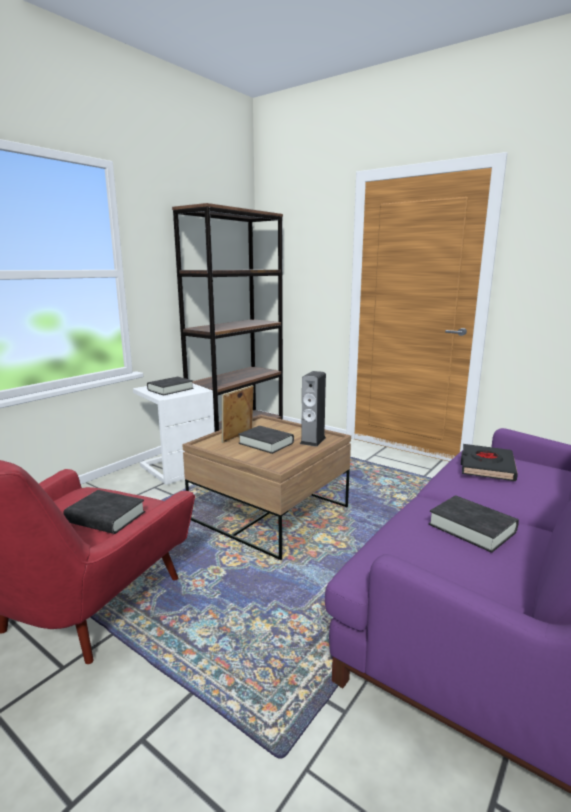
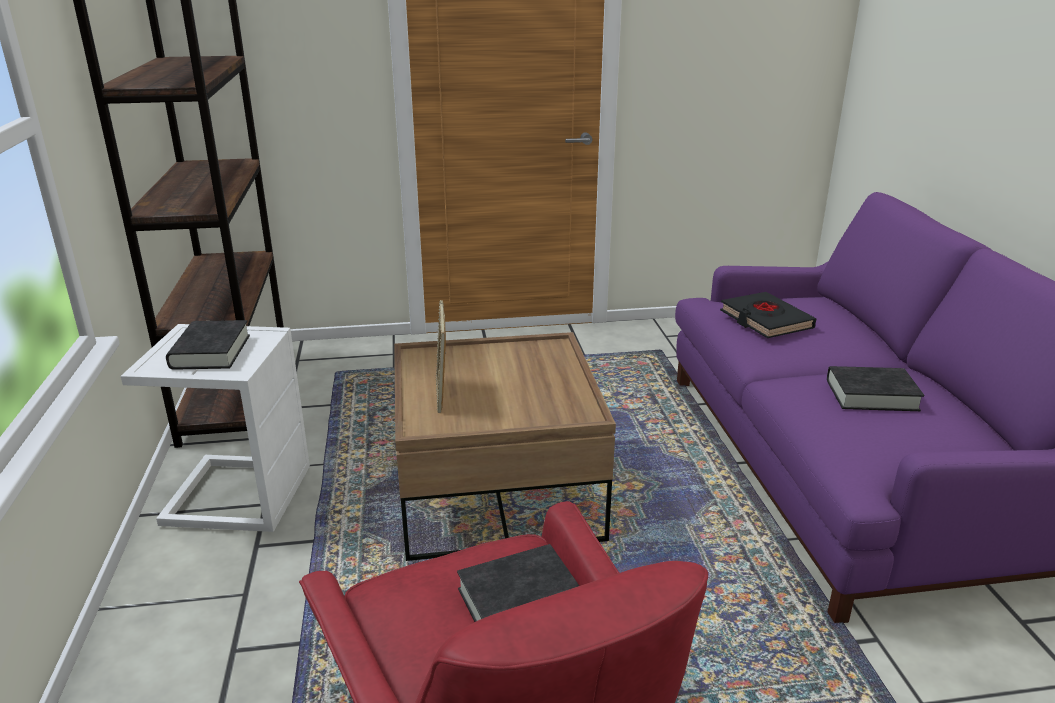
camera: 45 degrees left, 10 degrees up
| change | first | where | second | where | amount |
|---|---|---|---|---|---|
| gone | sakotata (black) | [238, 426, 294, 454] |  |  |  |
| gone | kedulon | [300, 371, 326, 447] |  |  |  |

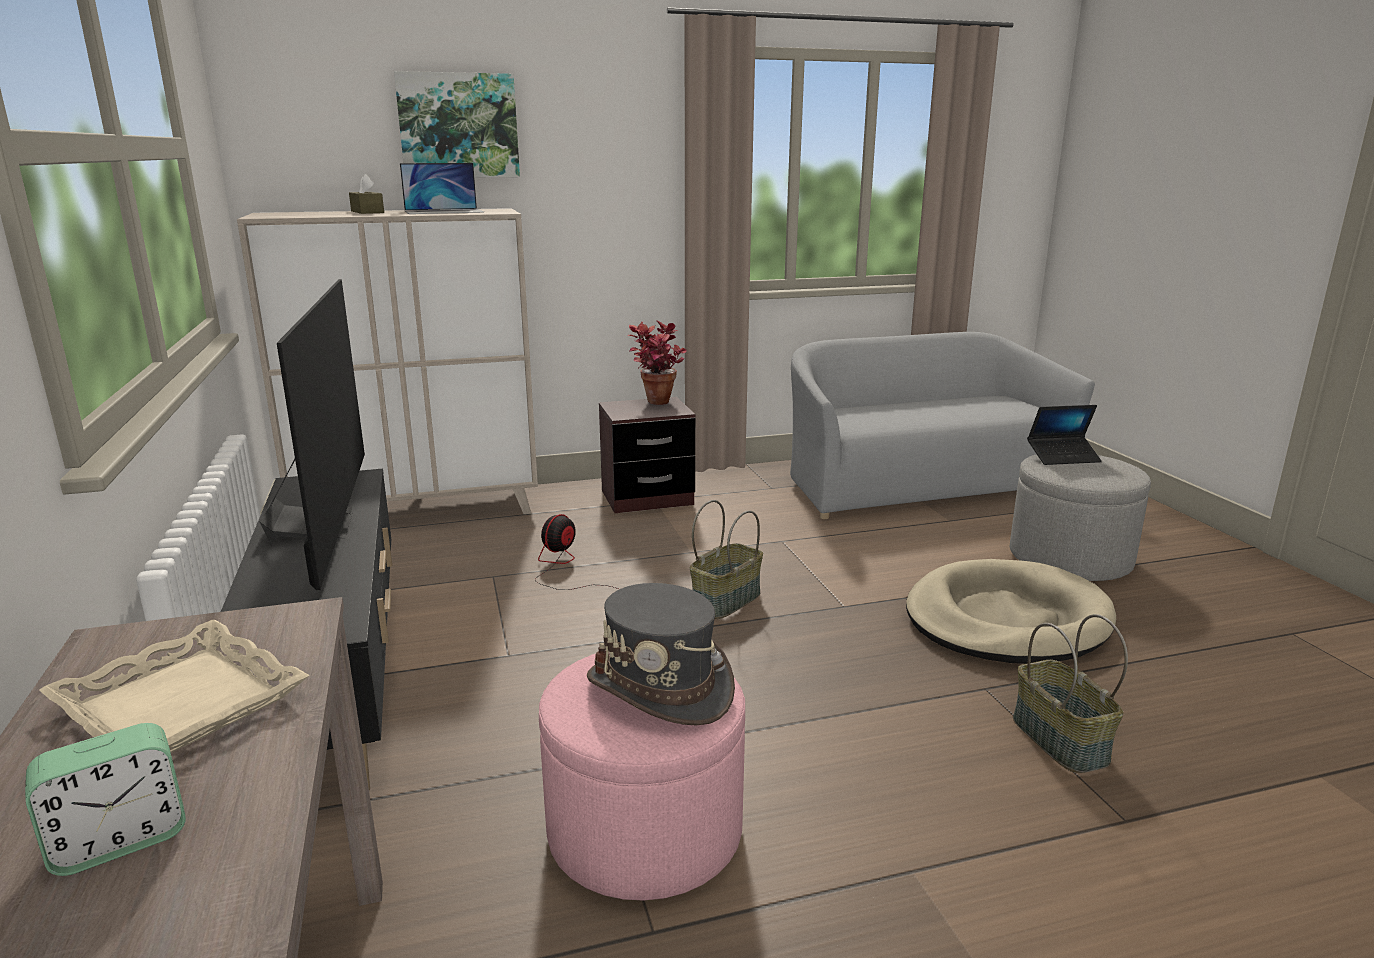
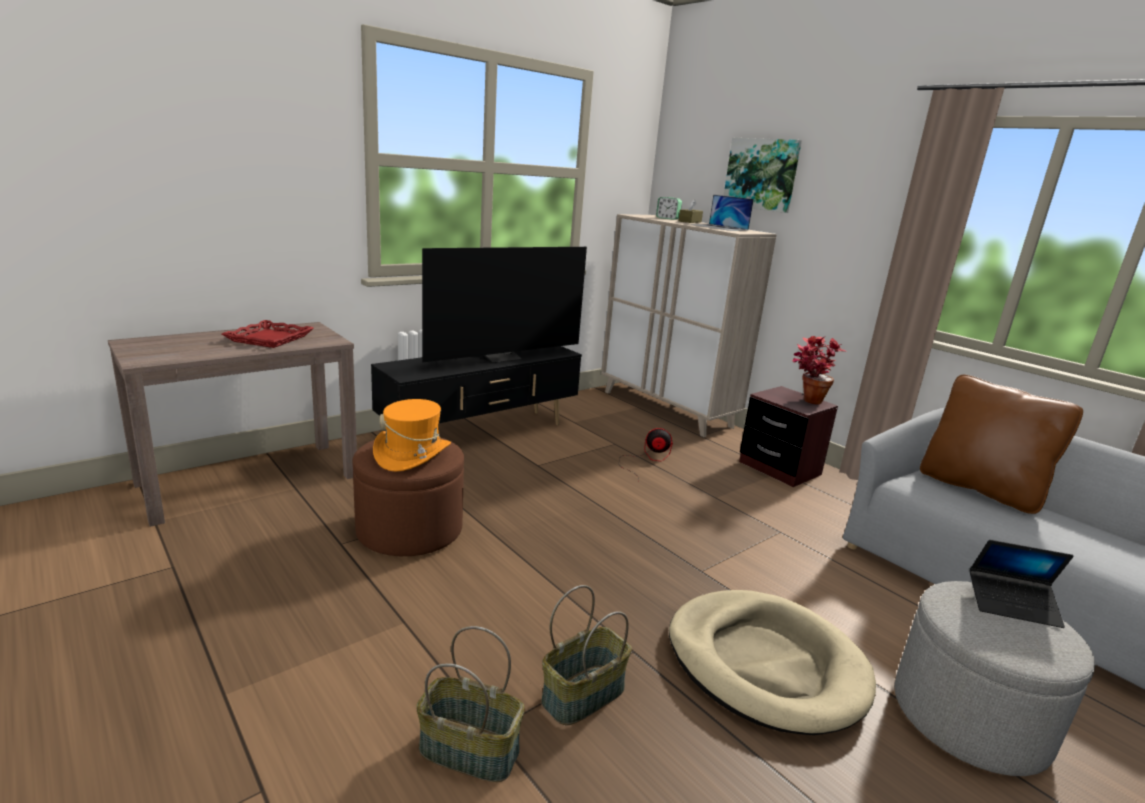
camera: 65 degrees right, 0 degrees up
| change | first | where | second | where | amount |
|---|---|---|---|---|---|
| repainted | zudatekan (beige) | [39, 620, 310, 753] | zudatekan (red) | [222, 320, 314, 348] |  |
| repainted | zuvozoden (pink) | [539, 654, 745, 901] | zuvozoden (brown) | [353, 438, 464, 556] |  |
| repainted | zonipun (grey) | [587, 583, 735, 726] | zonipun (orange) | [373, 399, 451, 472] |  |
| shifted | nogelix | [690, 500, 763, 619] |  | [416, 626, 525, 782] |  |
| shifted | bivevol | [25, 723, 186, 876] |  | [656, 197, 682, 220] |  |
| new |  |  | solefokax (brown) | [920, 375, 1083, 514] |  |
| rotated | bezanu | [1027, 405, 1102, 465] |  | [969, 540, 1074, 628] | 45 degrees counterclockwise |

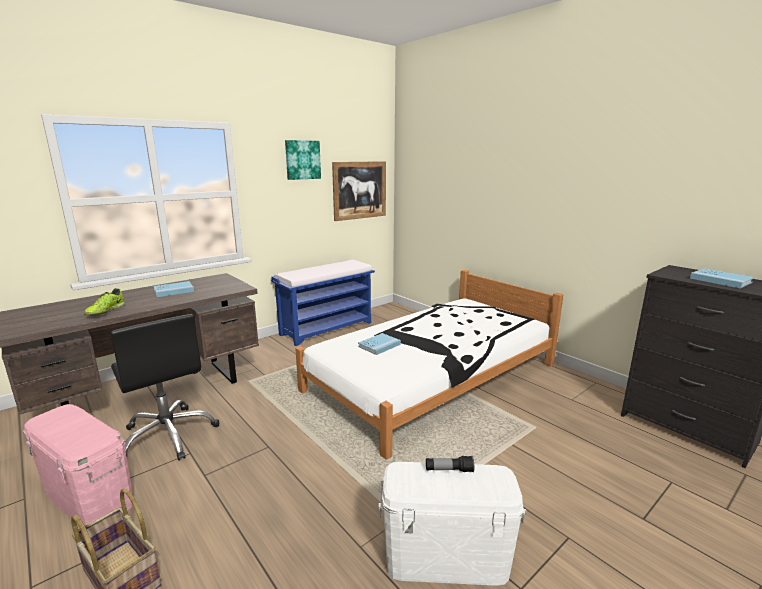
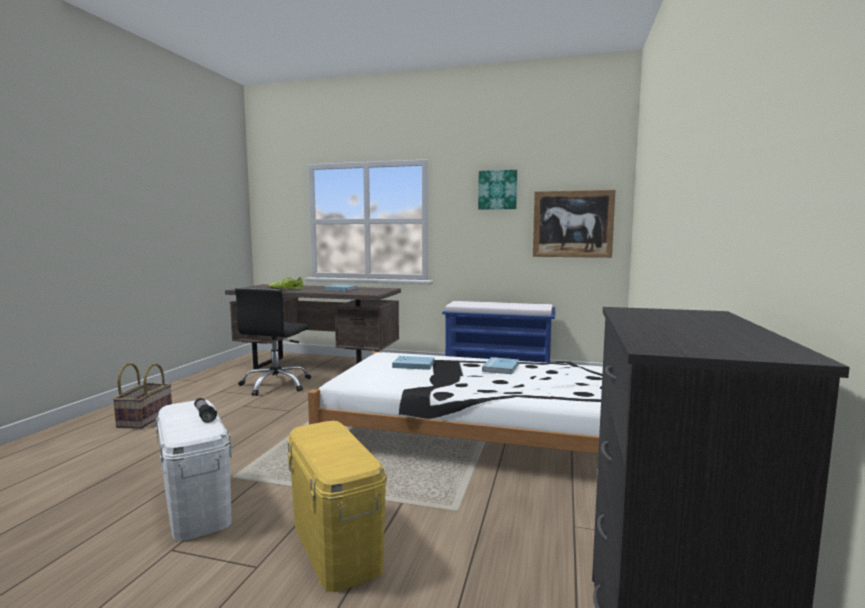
camera: 55 degrees right, 10 degrees down
| change | first | where | second | where | amount |
|---|---|---|---|---|---|
| new |  |  | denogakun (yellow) | [288, 421, 387, 592] |  |
| shifted | sakotata (blue) | [690, 268, 754, 289] |  | [482, 357, 519, 374] |  |
| gone | denogakun (pink) | [23, 404, 133, 526] |  |  |  |

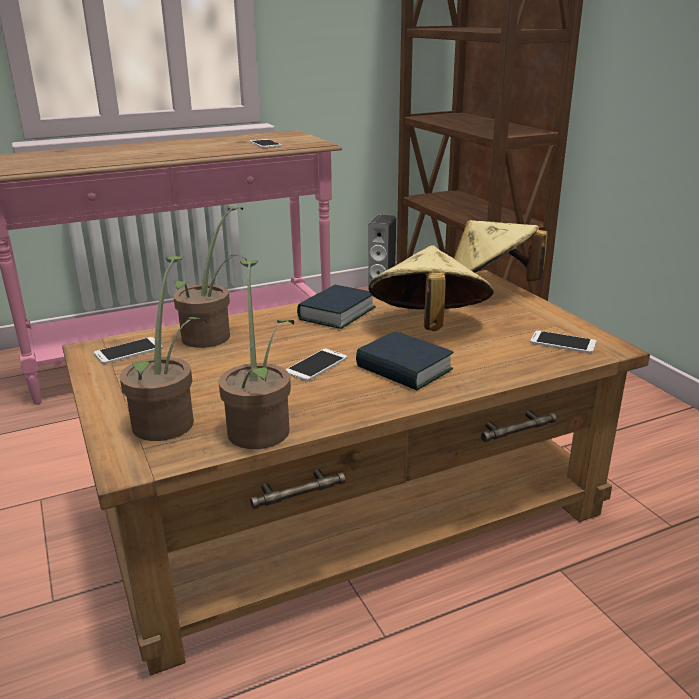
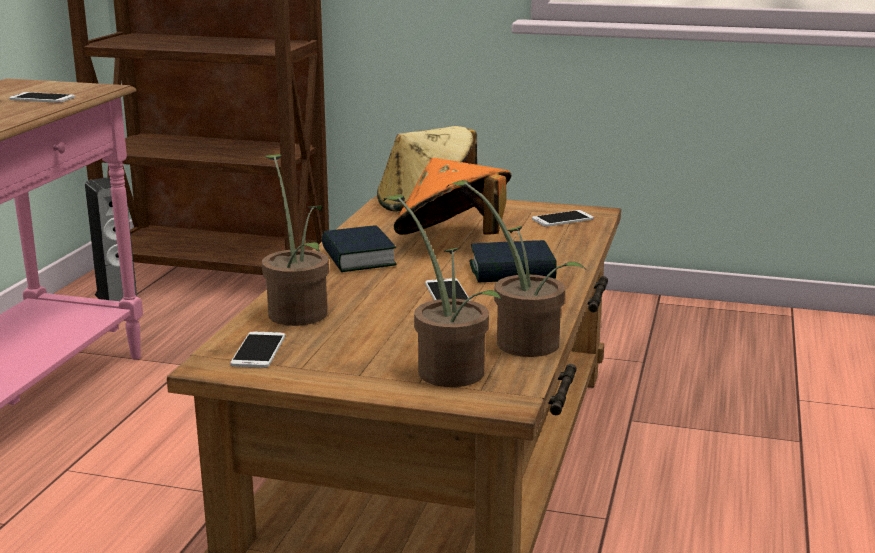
camera: 50 degrees left, 5 degrees down
| change | first | where | second | where | amount |
|---|---|---|---|---|---|
| repainted | zonipun (beige) | [369, 245, 494, 331] | zonipun (orange) | [394, 158, 512, 235] |  |

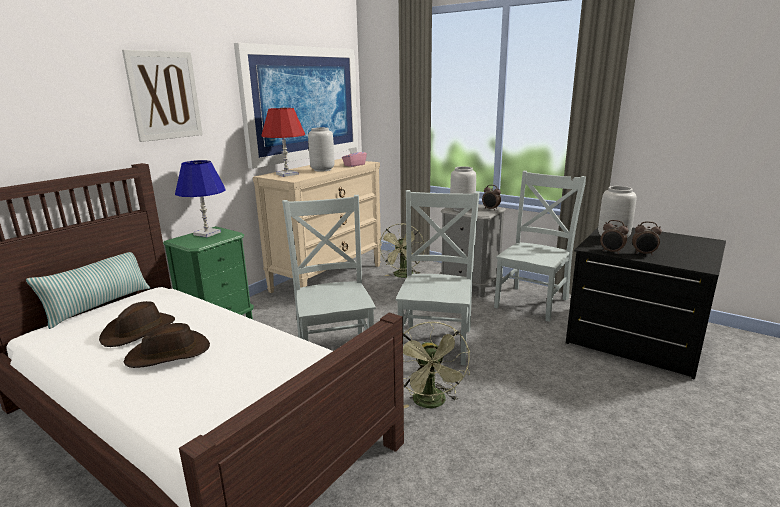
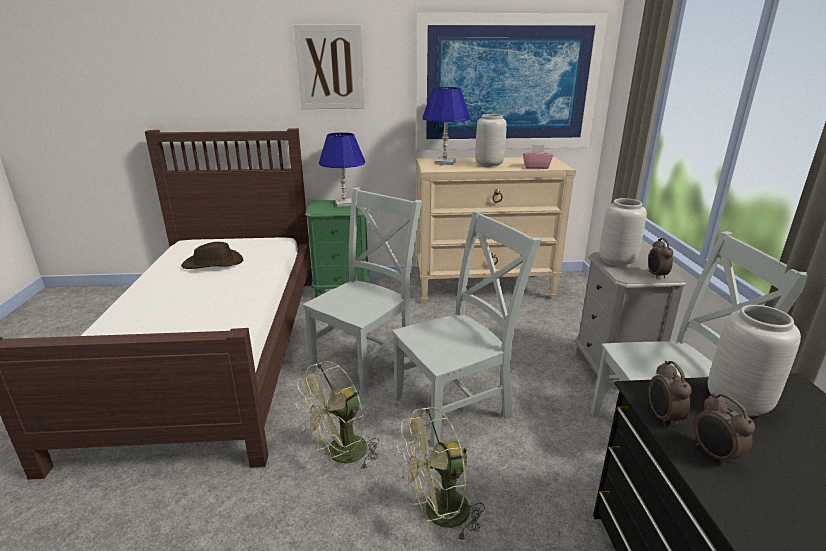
camera: 50 degrees right, 5 degrees up
| change | first | where | second | where | amount |
|---|---|---|---|---|---|
| shifted | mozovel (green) | [380, 223, 425, 278] |  | [397, 407, 485, 542] |  |
| repainted | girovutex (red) | [261, 108, 305, 177] | girovutex (blue) | [423, 87, 470, 165] |  |
| gone | solefokax | [26, 252, 150, 329] |  |  |  |
| gone | zonipun (brown) | [124, 323, 210, 368] |  |  |  |

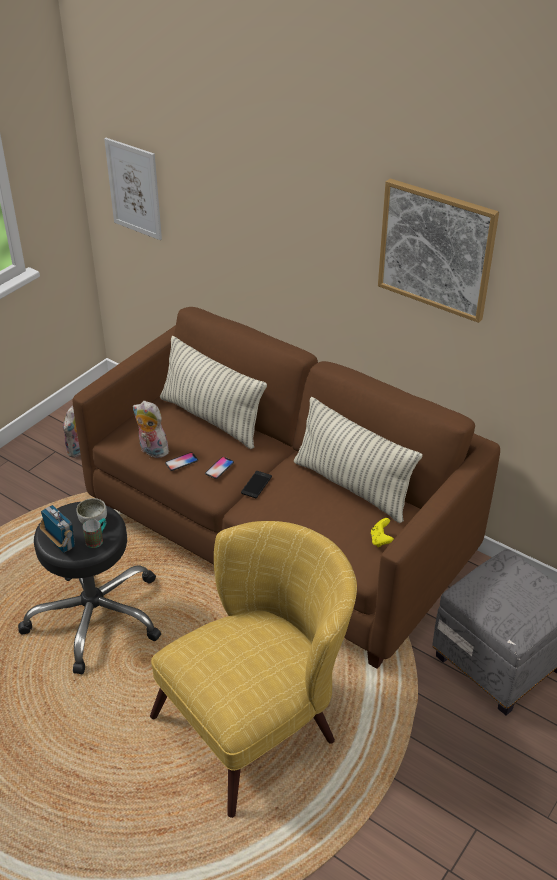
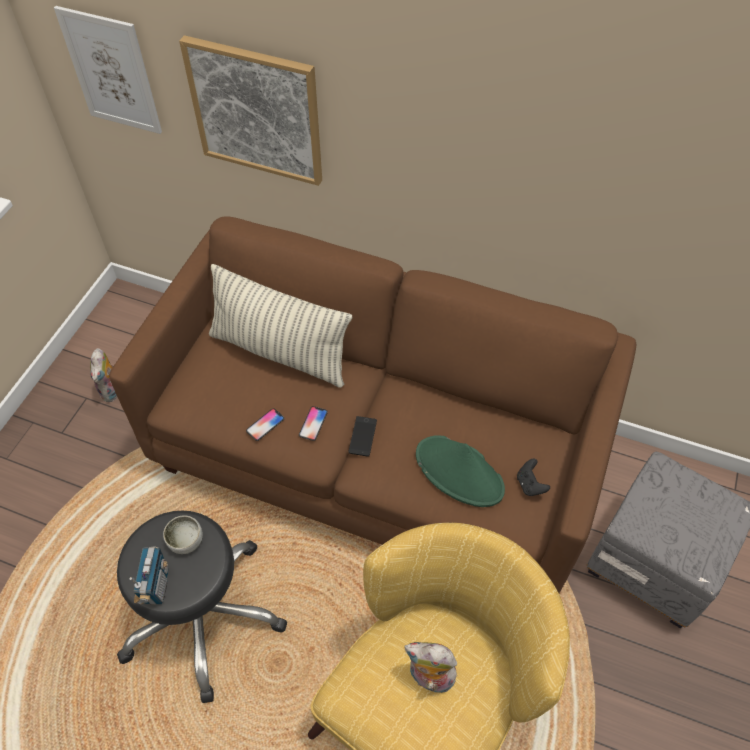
camera: 15 degrees left, 15 degrees up
| change | first | where | second | where | amount |
|---|---|---|---|---|---|
| rotated | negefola | [40, 505, 75, 553] |  | [130, 547, 168, 605] | 60 degrees clockwise |
| shifted | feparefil | [378, 178, 499, 323] |  | [179, 35, 322, 186] |  |
| shifted | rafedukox | [133, 401, 169, 458] |  | [404, 642, 459, 696] |  |
| new |  |  | zonipun (green) | [416, 435, 505, 507] |  |
| repainted | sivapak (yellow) | [371, 518, 394, 547] | sivapak (black) | [517, 459, 550, 496] |  |
| gone | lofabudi | [83, 518, 106, 548] |  |  |  |
| gone | solefokax | [294, 397, 422, 523] |  |  |  |

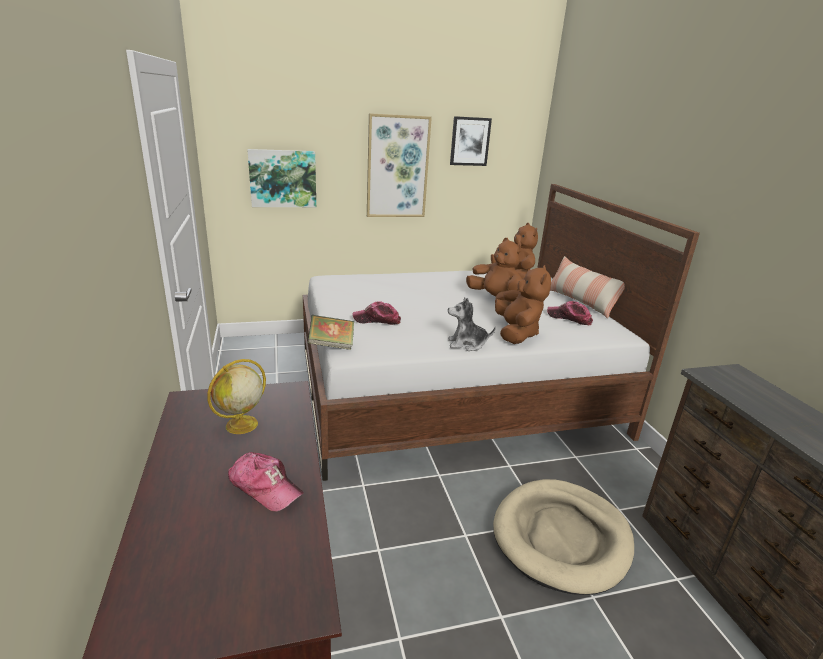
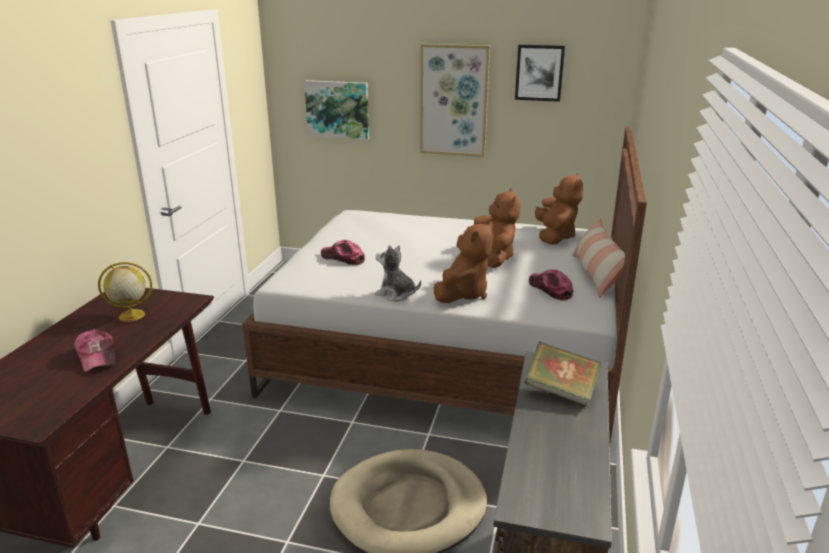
camera: 30 degrees right, 0 degrees up
| change | first | where | second | where | amount |
|---|---|---|---|---|---|
| shifted | sakotata | [308, 315, 354, 350] |  | [525, 342, 602, 406] |  |

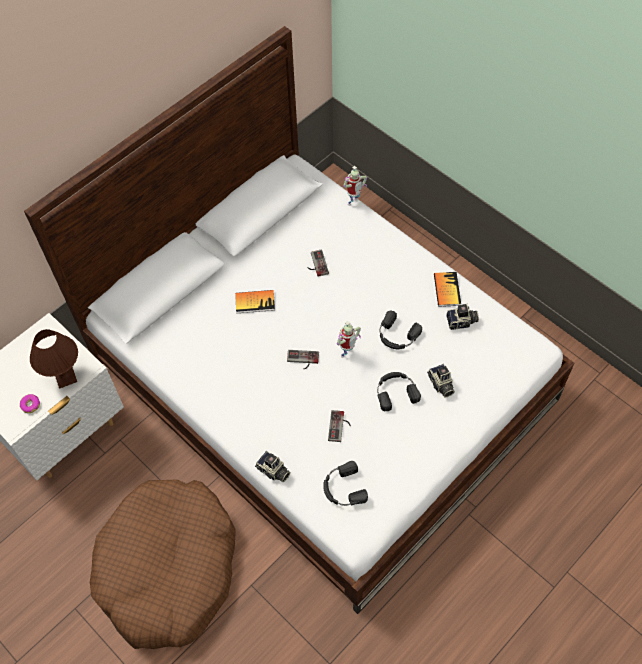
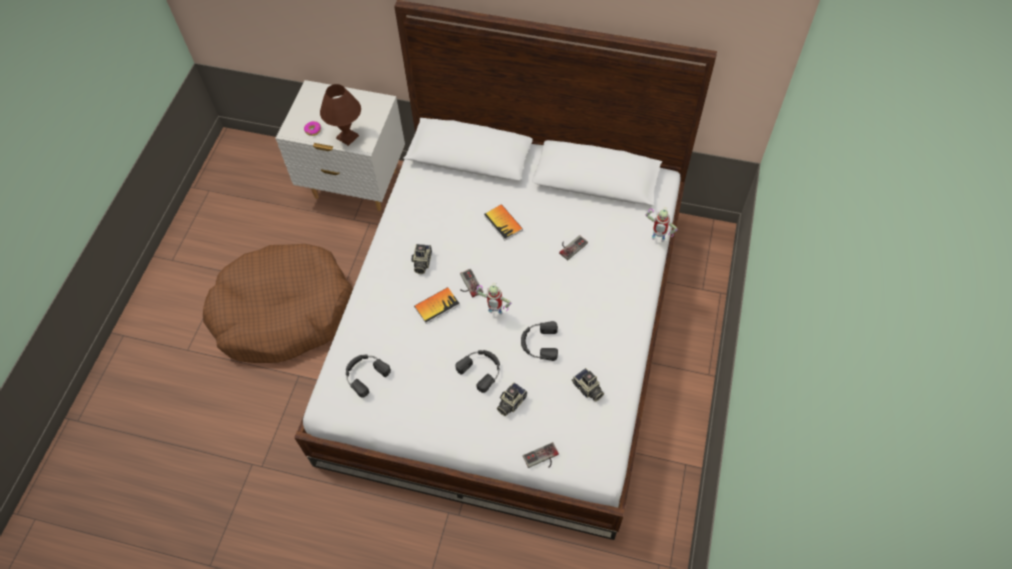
camera: 60 degrees right, 0 degrees up
| change | first | where | second | where | amount |
|---|---|---|---|---|---|
| shifted | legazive | [255, 451, 290, 482] |  | [412, 244, 432, 274] |  |
| shifted | sakotata | [434, 272, 461, 307] |  | [414, 287, 460, 324] |  |
| shifted | sivapak | [328, 410, 351, 442] |  | [523, 442, 559, 468] |  |

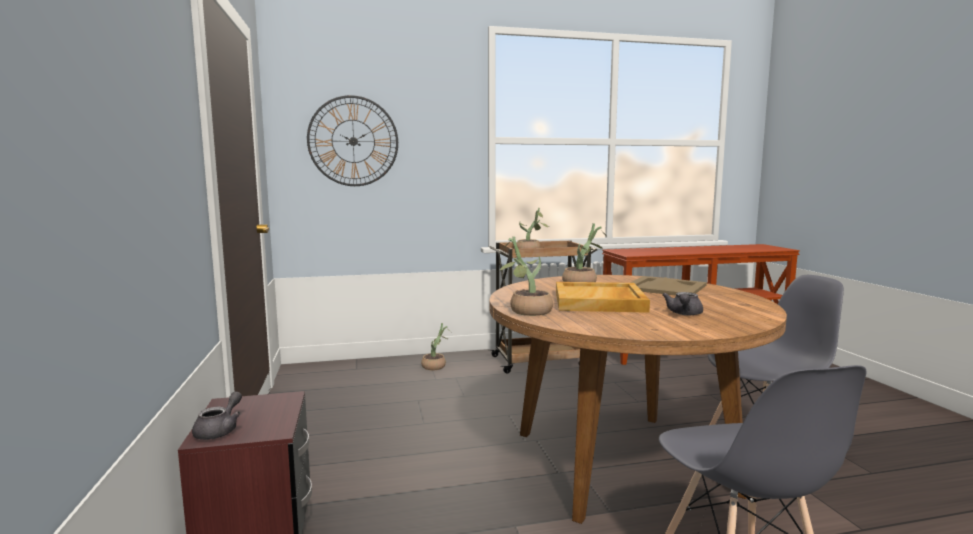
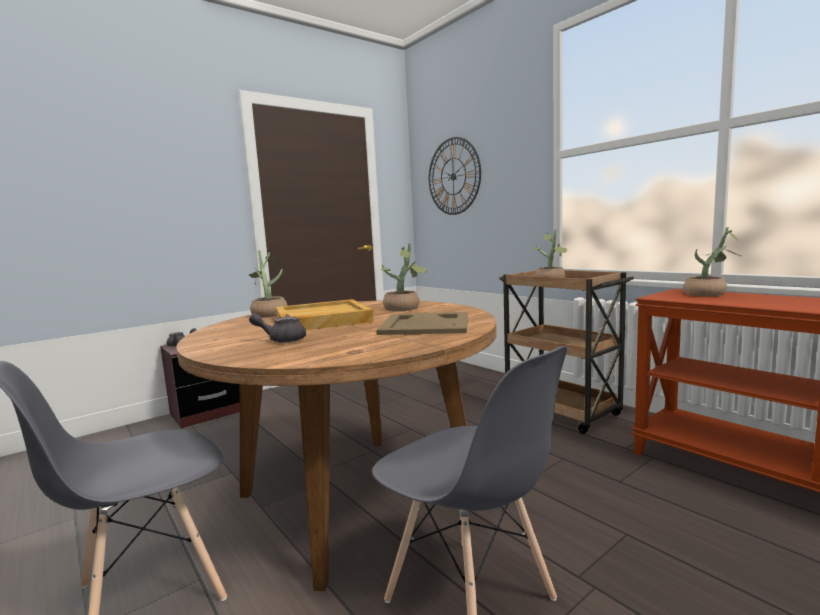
camera: 65 degrees right, 0 degrees up
| change | first | where | second | where | amount |
|---|---|---|---|---|---|
| shifted | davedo | [421, 323, 450, 370] |  | [683, 227, 742, 297] |  |

